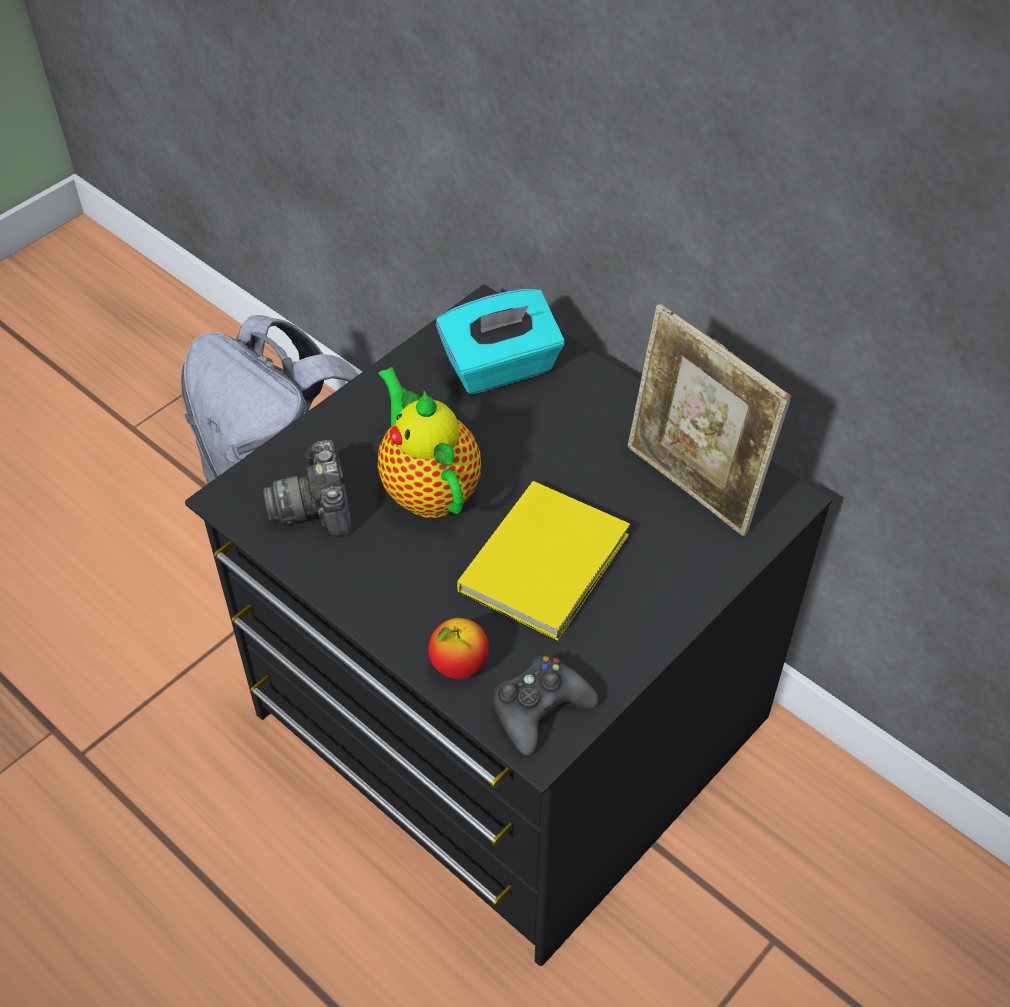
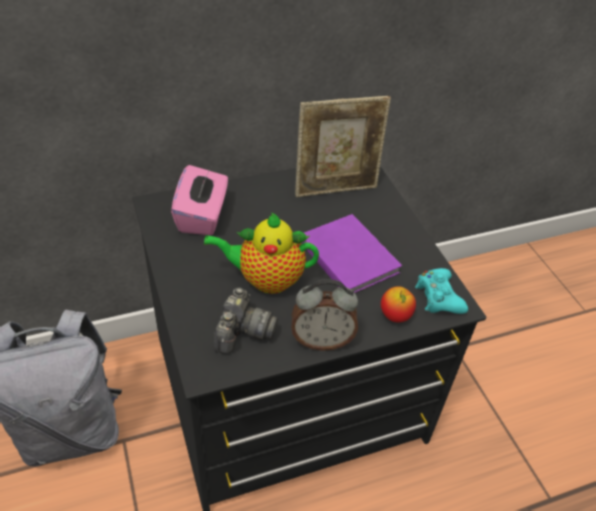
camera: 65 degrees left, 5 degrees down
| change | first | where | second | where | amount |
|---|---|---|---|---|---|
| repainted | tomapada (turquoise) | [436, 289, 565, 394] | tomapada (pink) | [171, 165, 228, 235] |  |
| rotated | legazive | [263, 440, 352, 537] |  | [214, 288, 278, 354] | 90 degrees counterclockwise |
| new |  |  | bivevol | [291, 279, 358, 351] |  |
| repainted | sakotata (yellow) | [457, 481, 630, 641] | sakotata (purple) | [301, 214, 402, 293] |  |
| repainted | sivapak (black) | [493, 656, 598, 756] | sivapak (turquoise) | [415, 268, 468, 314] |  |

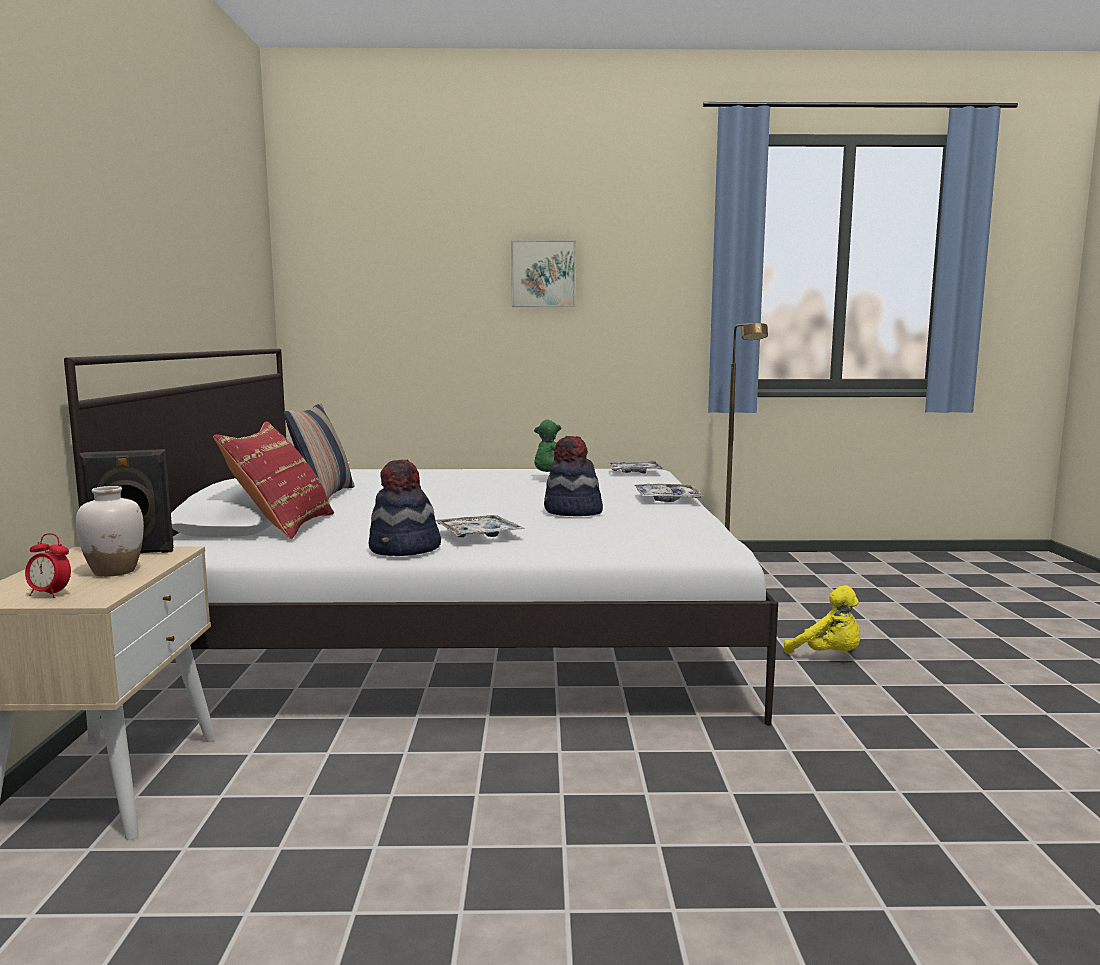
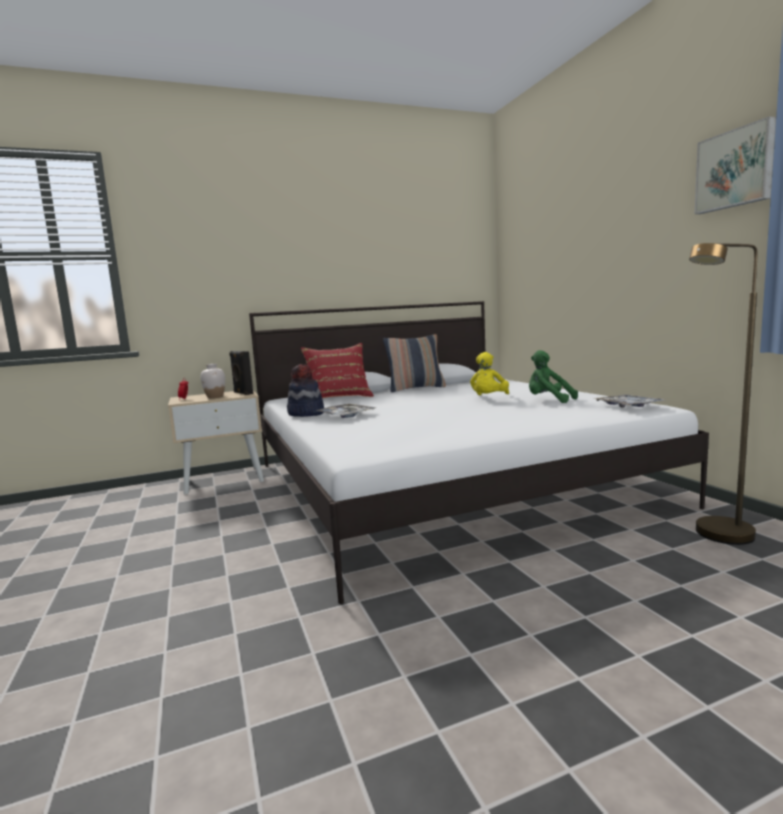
camera: 70 degrees right, 0 degrees up
| change | first | where | second | where | amount |
|---|---|---|---|---|---|
| shifted | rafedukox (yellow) | [784, 585, 860, 654] |  | [470, 352, 509, 395] |  |
| shifted | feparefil | [511, 240, 576, 307] |  | [695, 116, 776, 214] |  |
| gone | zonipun | [544, 436, 603, 516] |  |  |  |
| gone | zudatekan | [635, 484, 704, 502] |  |  |  |

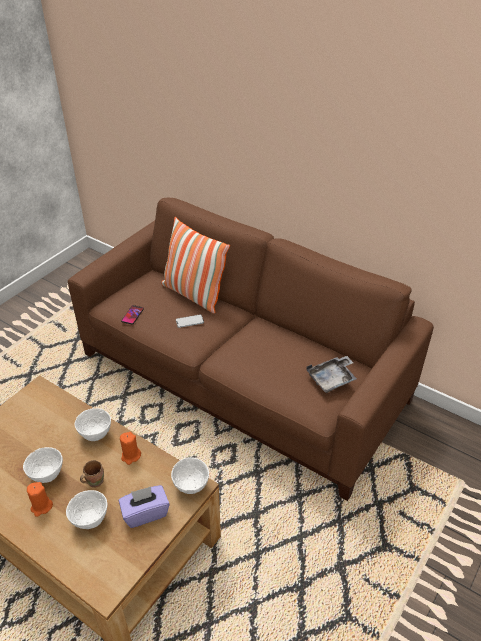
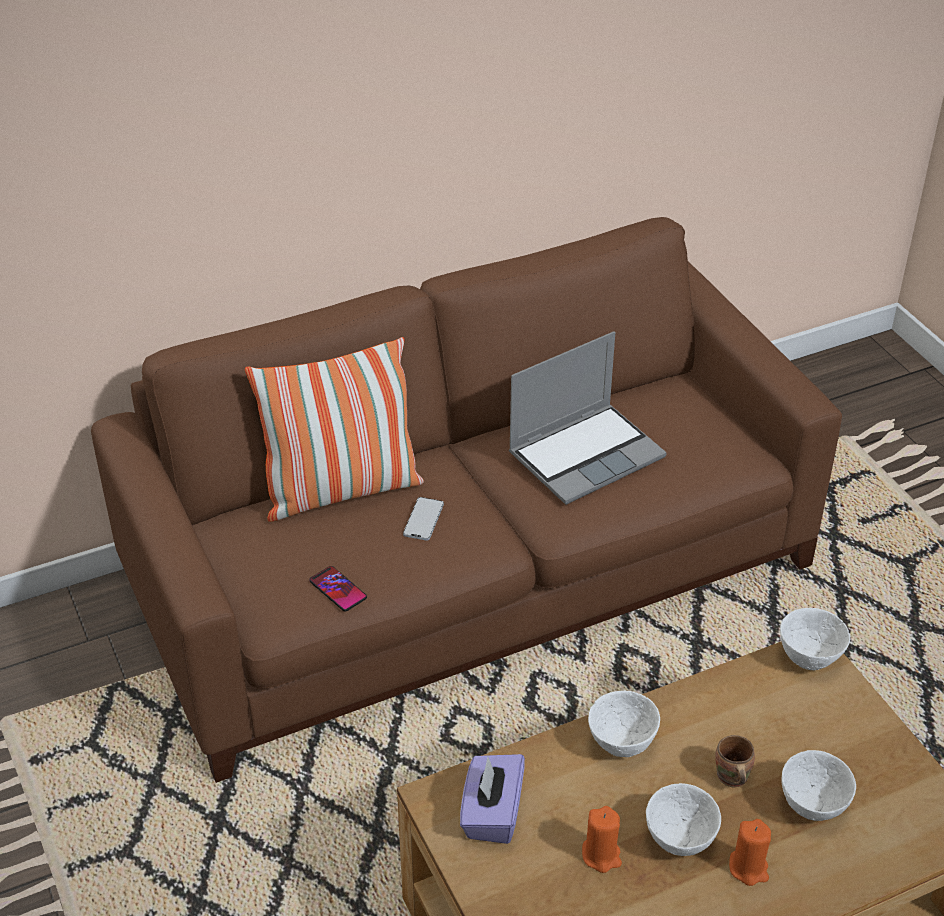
camera: 60 degrees left, 0 degrees up
| change | first | where | second | where | amount |
|---|---|---|---|---|---|
| shifted | tomapada (purple) | [119, 485, 170, 528] |  | [460, 754, 525, 844] |  |
| new |  |  | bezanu | [509, 331, 667, 505] |  |
| shifted | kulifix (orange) | [120, 432, 141, 465] |  | [582, 806, 622, 873] |  |
| gone | zudatekan (grey) | [306, 356, 357, 393] |  |  |  |

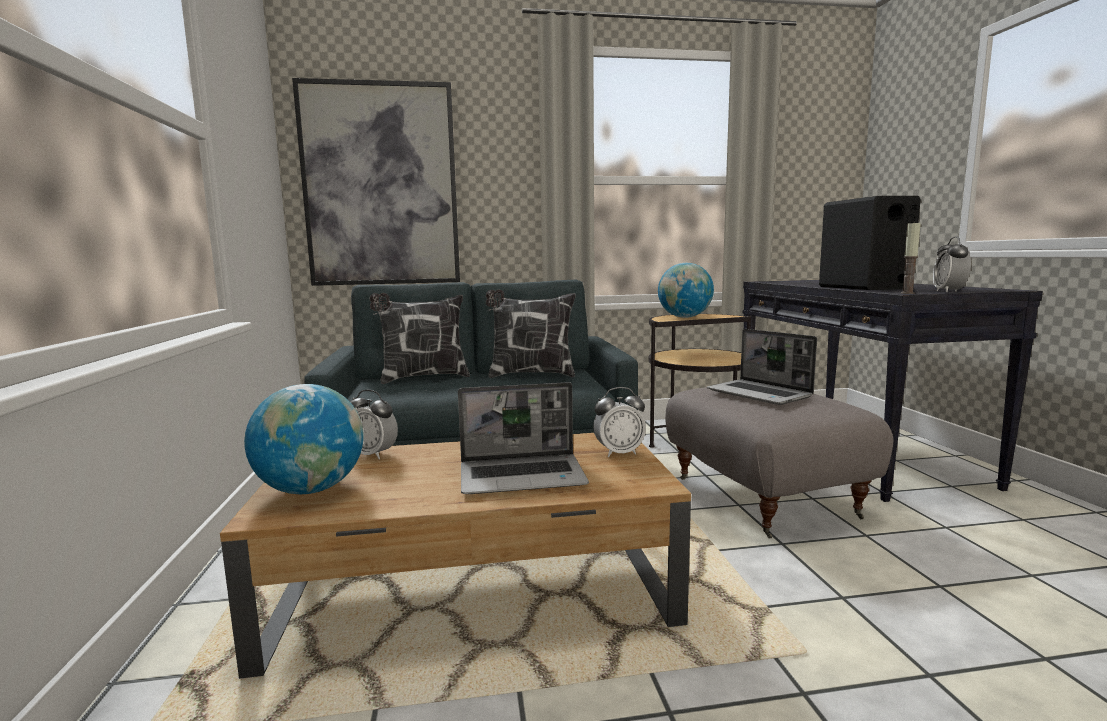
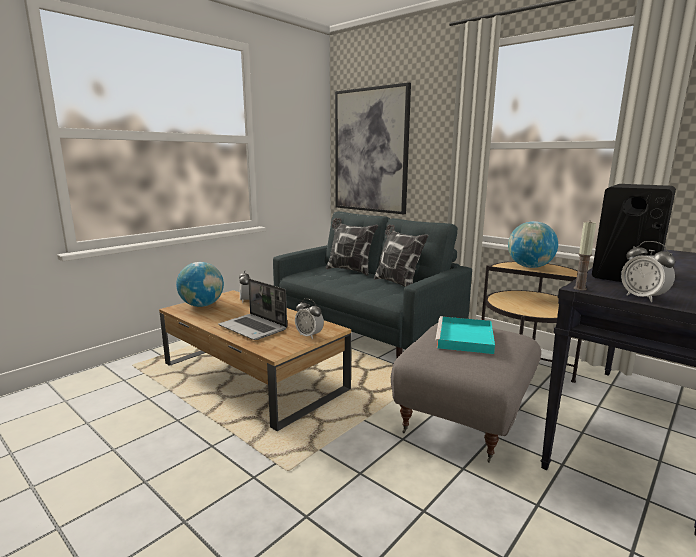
camera: 50 degrees right, 5 degrees up
| change | first | where | second | where | amount |
|---|---|---|---|---|---|
| swapped | bezanu | [707, 329, 817, 405] | zudatekan (turquoise) | [435, 316, 495, 354] |  |
| rotated | bivevol | [933, 236, 971, 292] |  | [621, 241, 675, 302] | 90 degrees counterclockwise |

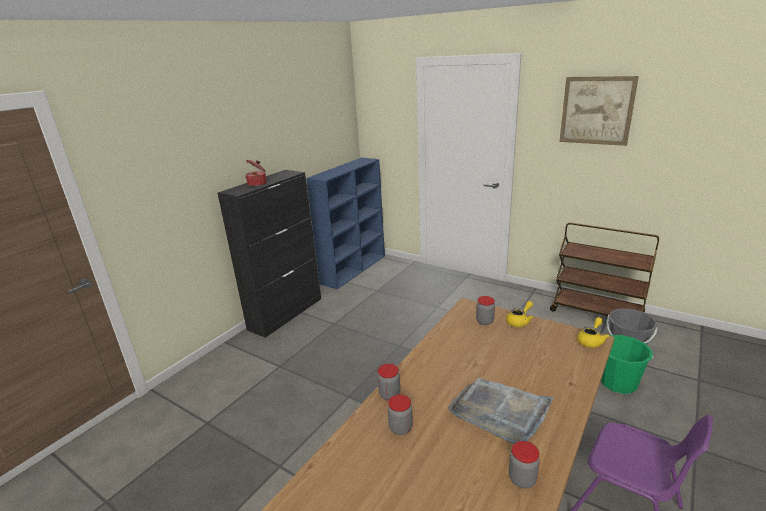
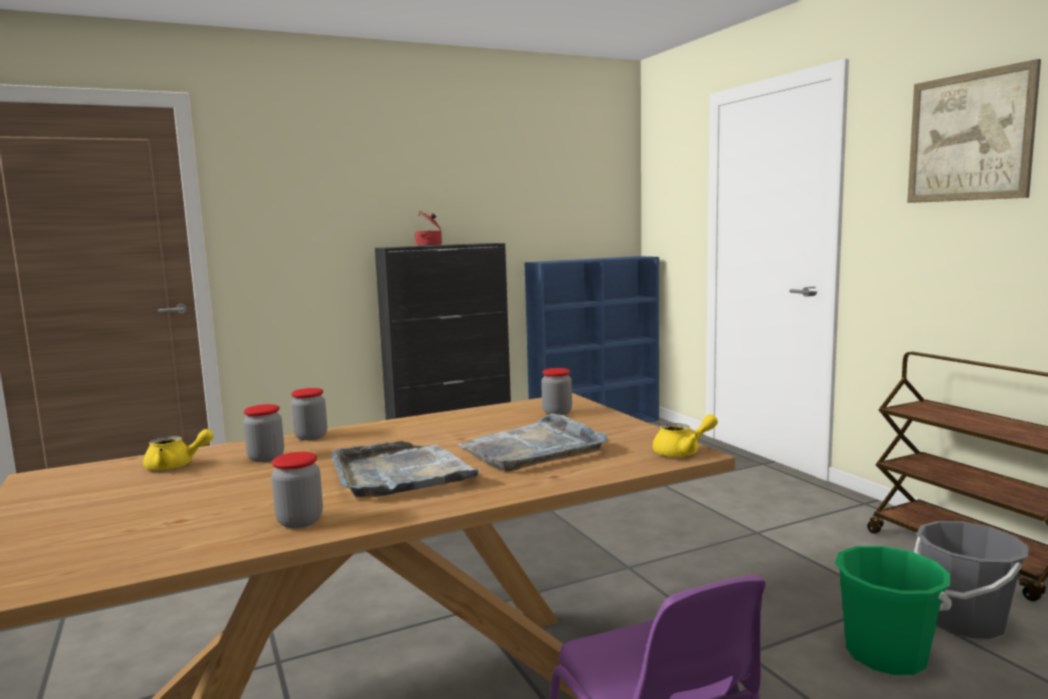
camera: 30 degrees right, 15 degrees down
| change | first | where | second | where | amount |
|---|---|---|---|---|---|
| shifted | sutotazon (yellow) | [506, 301, 533, 327] |  | [143, 429, 214, 470] |  |
| new |  |  | zudatekan (grey) | [457, 414, 608, 471] |  |

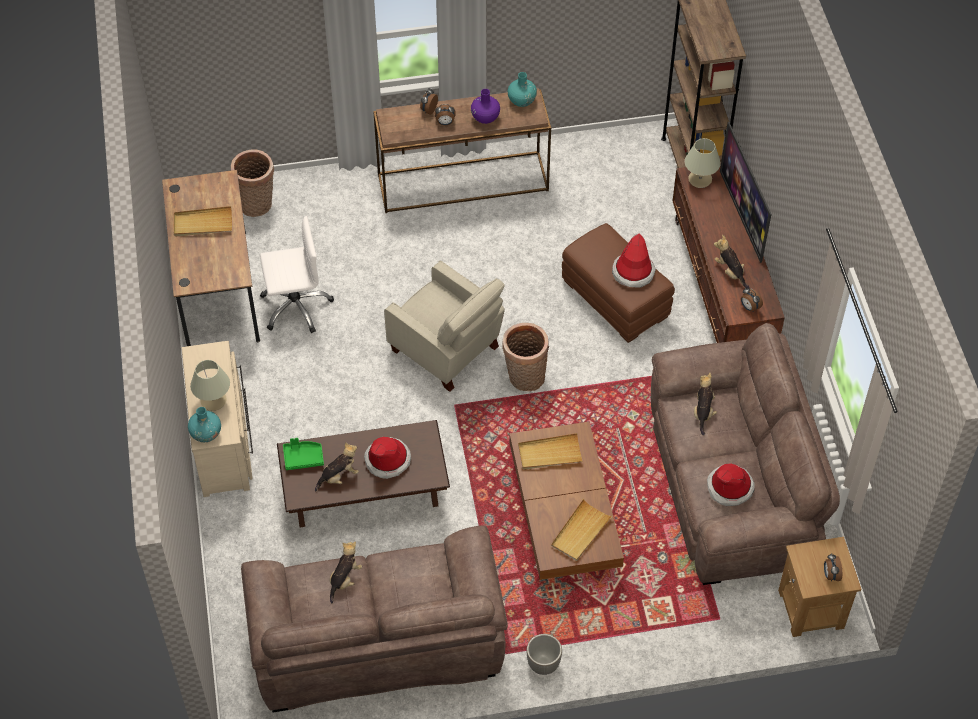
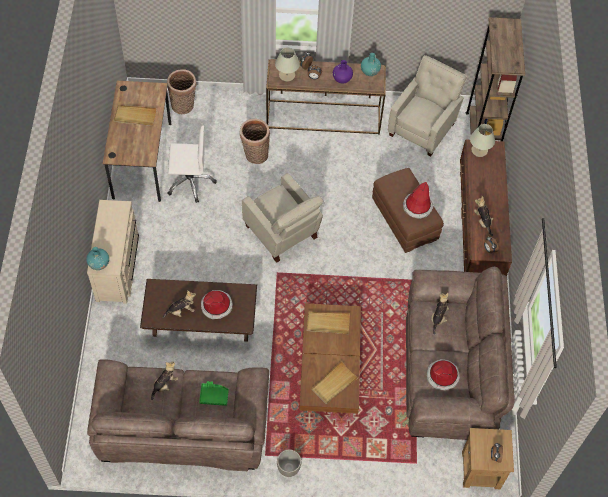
camera: 10 degrees right, 5 degrees up
| change | first | where | second | where | amount |
|---|---|---|---|---|---|
| shifted | zudatekan (green) | [283, 438, 324, 470] |  | [199, 381, 229, 406] |  |
| shifted | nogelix | [502, 323, 549, 391] |  | [239, 119, 270, 164] |  |
| shifted | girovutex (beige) | [190, 360, 230, 411] |  | [275, 47, 300, 82] |  |
| new |  |  | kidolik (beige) | [388, 55, 467, 157] |  |
| gone | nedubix | [720, 122, 772, 263] |  |  |  |

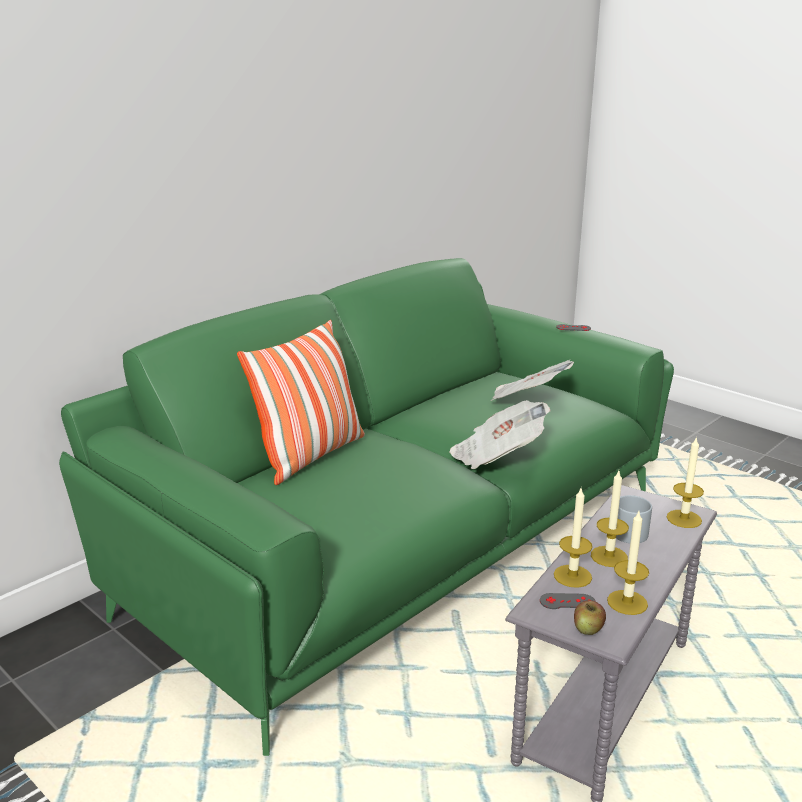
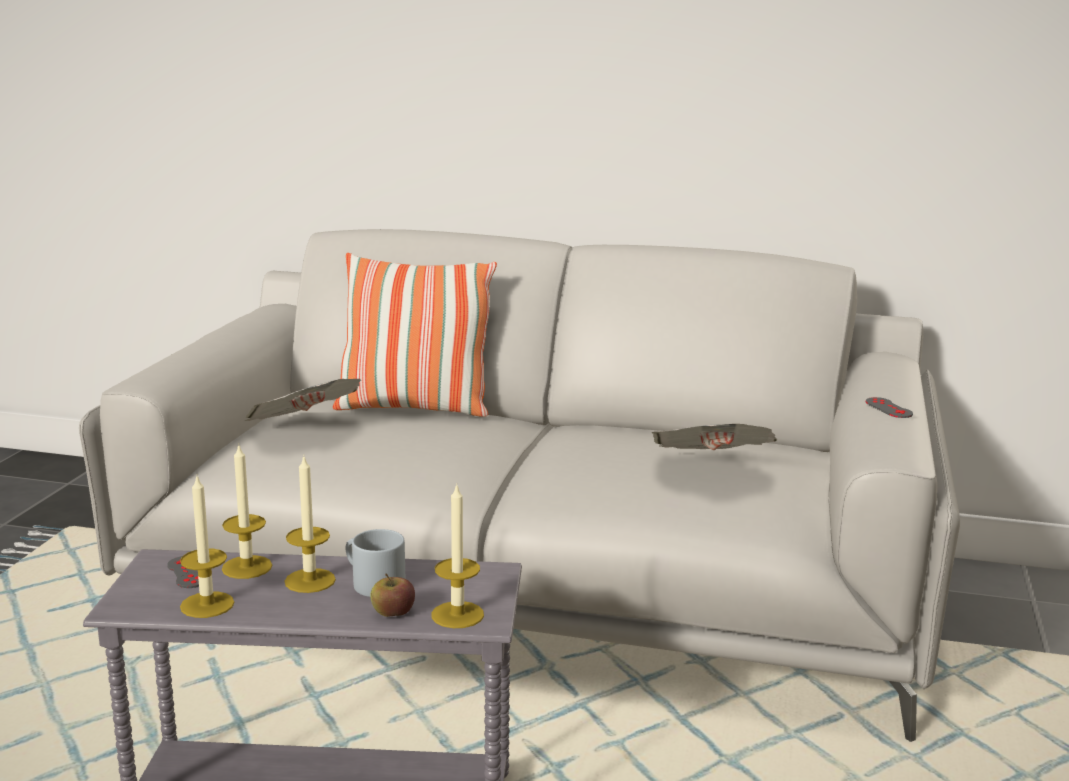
camera: 60 degrees right, 5 degrees down
| change | first | where | second | where | amount |
|---|---|---|---|---|---|
| repainted | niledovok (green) | [59, 258, 674, 756] | niledovok (grey) | [79, 229, 960, 742] |  |
| shifted | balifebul | [449, 400, 551, 469] |  | [245, 379, 361, 421] |  |
| shifted | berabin | [574, 600, 606, 635] |  | [370, 573, 415, 617] |  |

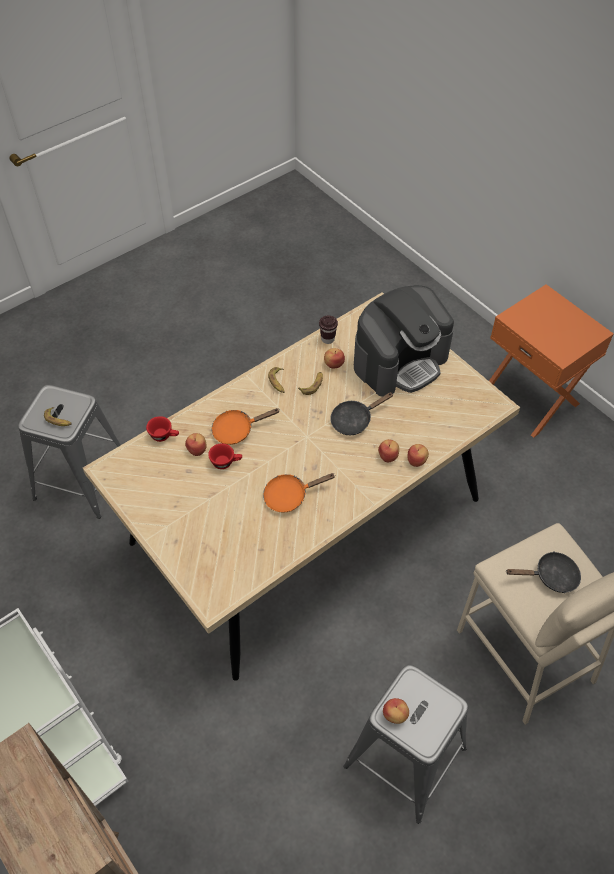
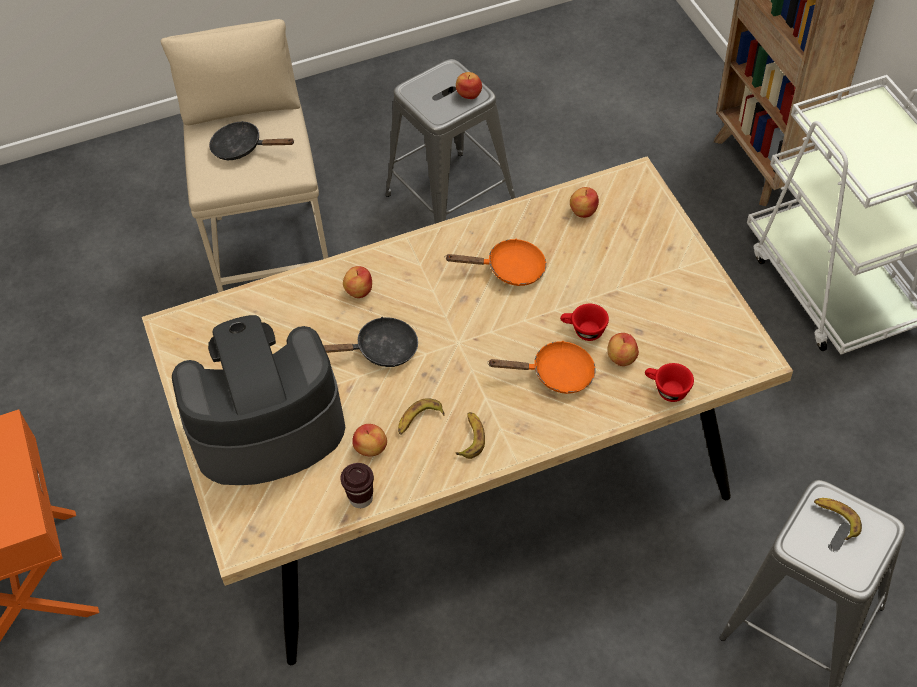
camera: 160 degrees left, 0 degrees up
| change | first | where | second | where | amount |
|---|---|---|---|---|---|
| shifted | berabin | [408, 444, 429, 467] |  | [570, 187, 599, 218] |  |

